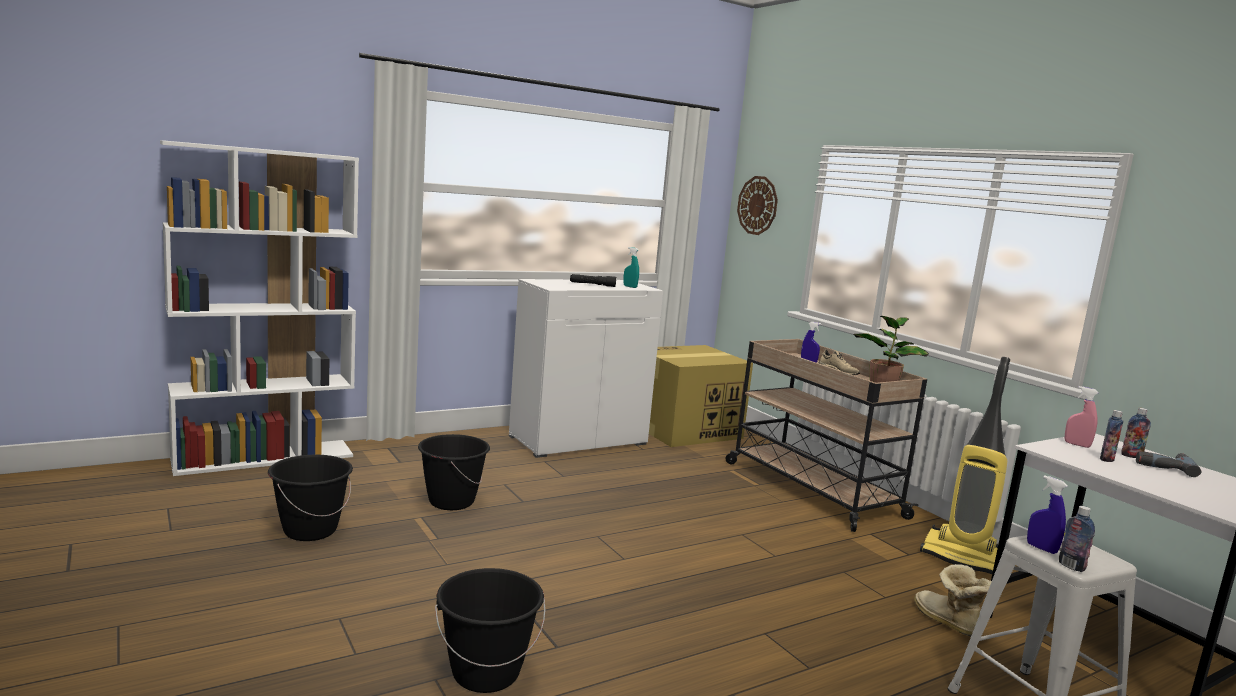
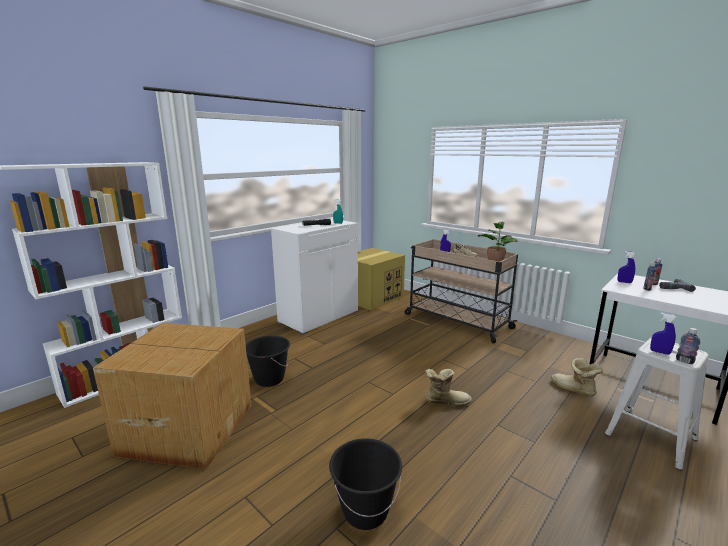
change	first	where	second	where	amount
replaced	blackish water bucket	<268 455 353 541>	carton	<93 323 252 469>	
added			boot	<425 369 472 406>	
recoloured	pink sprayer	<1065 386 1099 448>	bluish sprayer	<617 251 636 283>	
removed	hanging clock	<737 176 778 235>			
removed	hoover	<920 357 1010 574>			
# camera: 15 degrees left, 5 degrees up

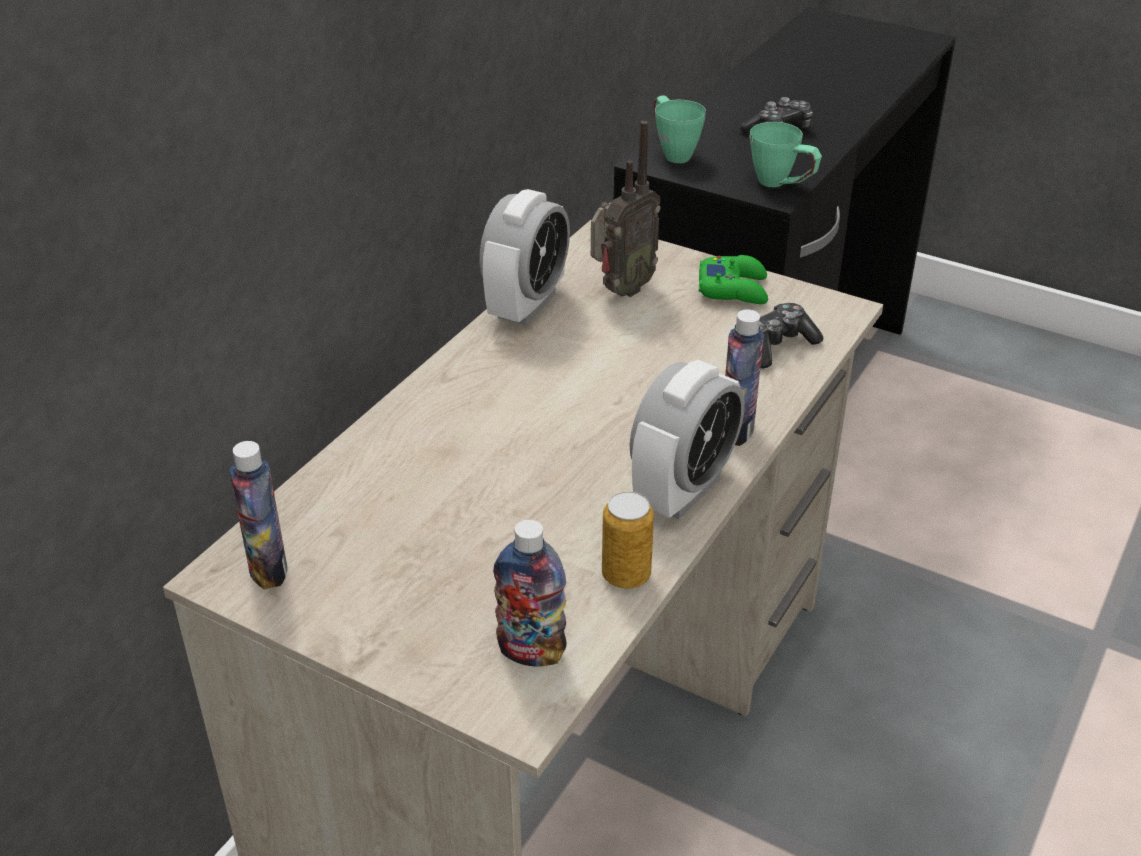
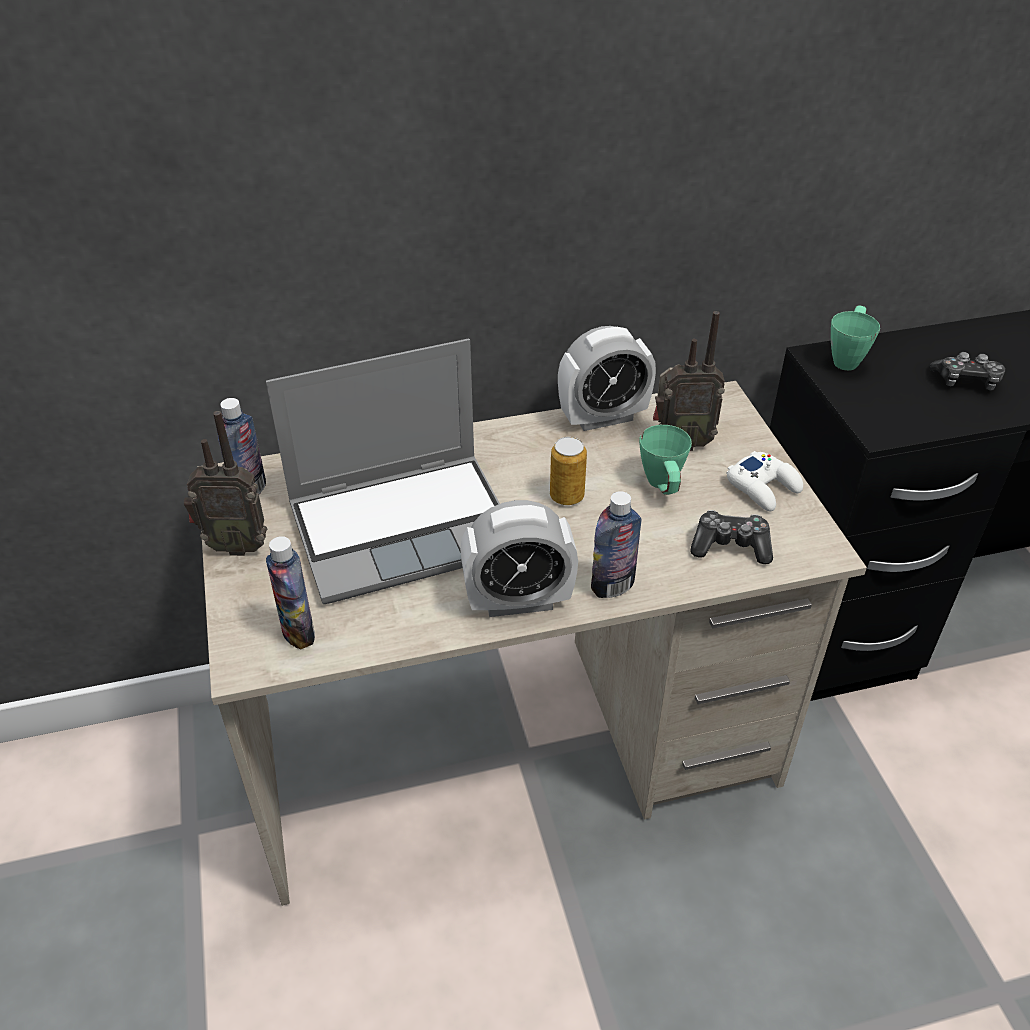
change	first	where	second	where	amount
added			radio set	<184 411 267 556>	
added			laptop	<266 339 500 604>	
moved	metal can	<602 492 654 589>		<550 437 587 505>	
moved	green coffee mug	<750 122 822 187>		<639 425 692 495>	
recoloured	green joypad	<699 255 768 304>	whitish joypad	<727 451 803 511>	
# camera: 45 degrees right, 5 degrees up

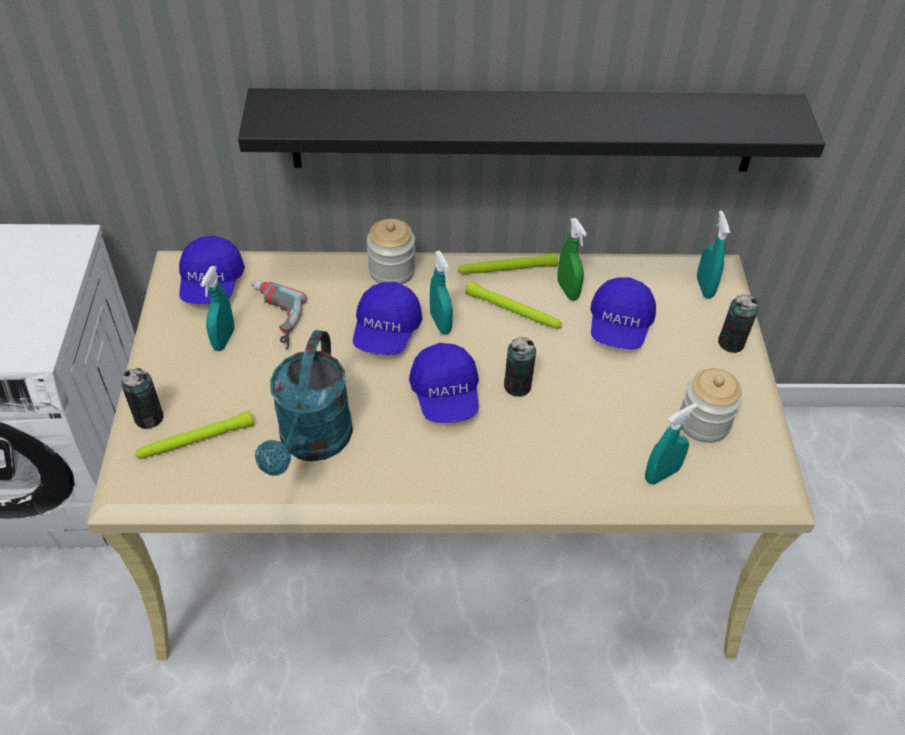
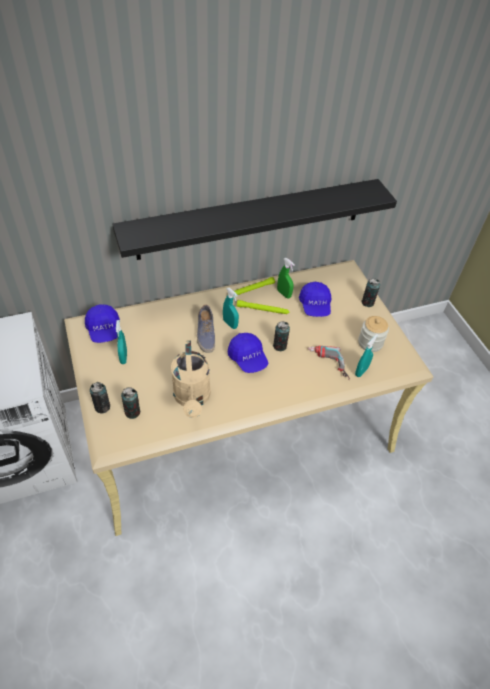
change	first	where	second	where	amount
replaced	green flashlight	<135 411 254 458>	metal can	<121 387 140 419>	
recoloured	blue-green watering pot	<255 330 353 476>	beige-coloured watering pot	<171 340 211 418>	
replaced	bluish peaked cap	<353 282 423 355>	low shoe	<197 305 215 353>	
moved	power drill	<251 281 307 350>		<308 346 350 380>	
removed	jar	<367 219 415 284>			
removed	blue-green sprayer	<697 210 730 298>			
# camera: 20 degrees left, 0 degrees up

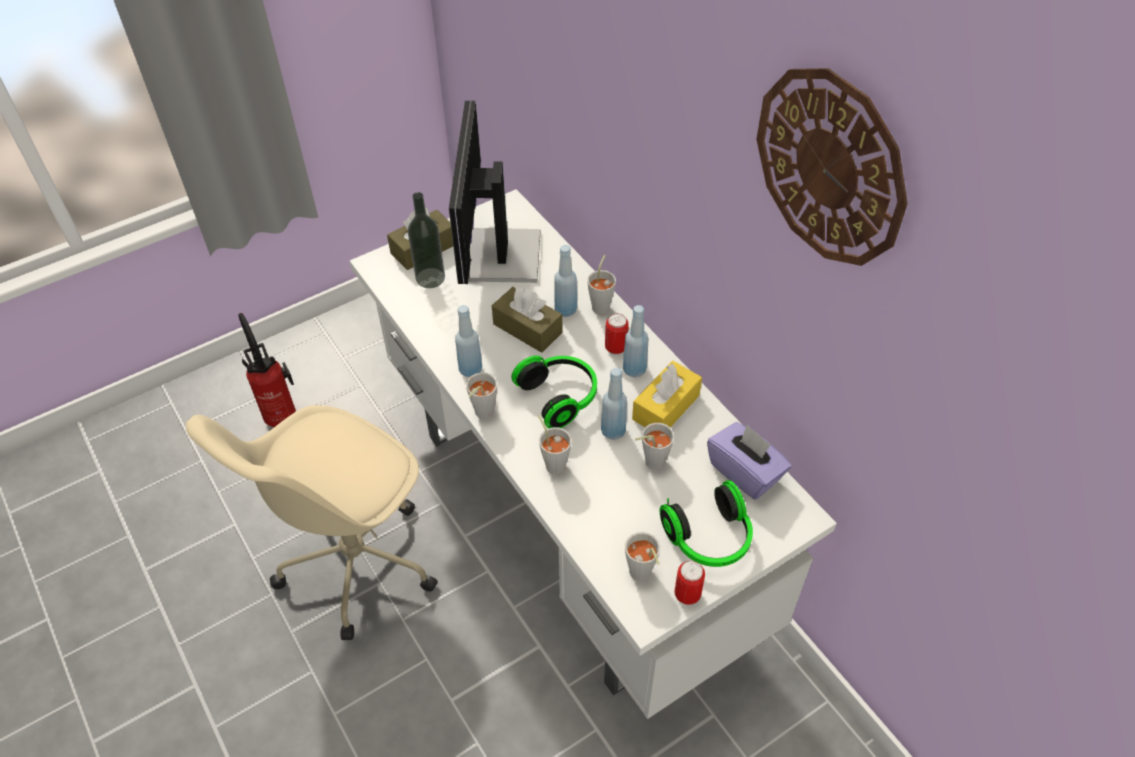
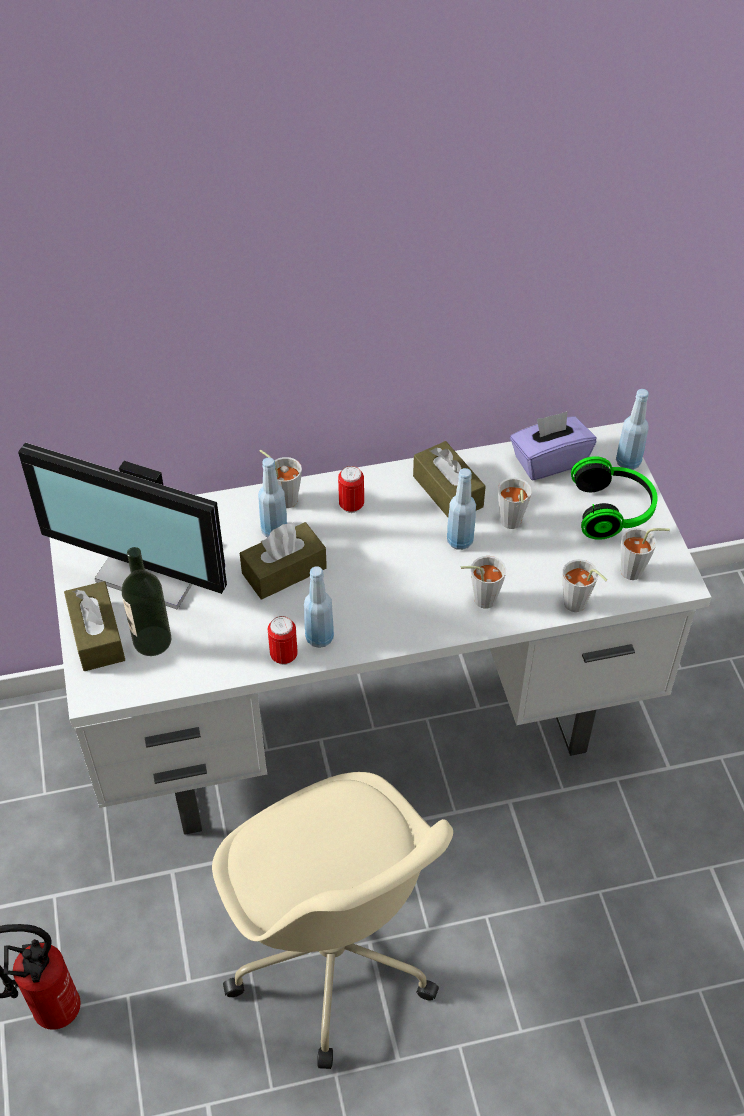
change	first	where	second	where	amount
moved	metal can	<674 561 705 605>		<268 616 298 665>	
recoloured	yellowish tissue holder	<632 361 702 427>	brownish tissue holder	<413 441 486 517>	
moved	greyish small cup	<466 372 497 419>		<563 559 607 612>	
moved	bluish beverage bottle	<623 305 649 377>		<616 389 649 470>	
removed	headphones	<511 356 597 429>			
removed	hanging clock	<756 68 908 266>			
# camera: 70 degrees left, 0 degrees up

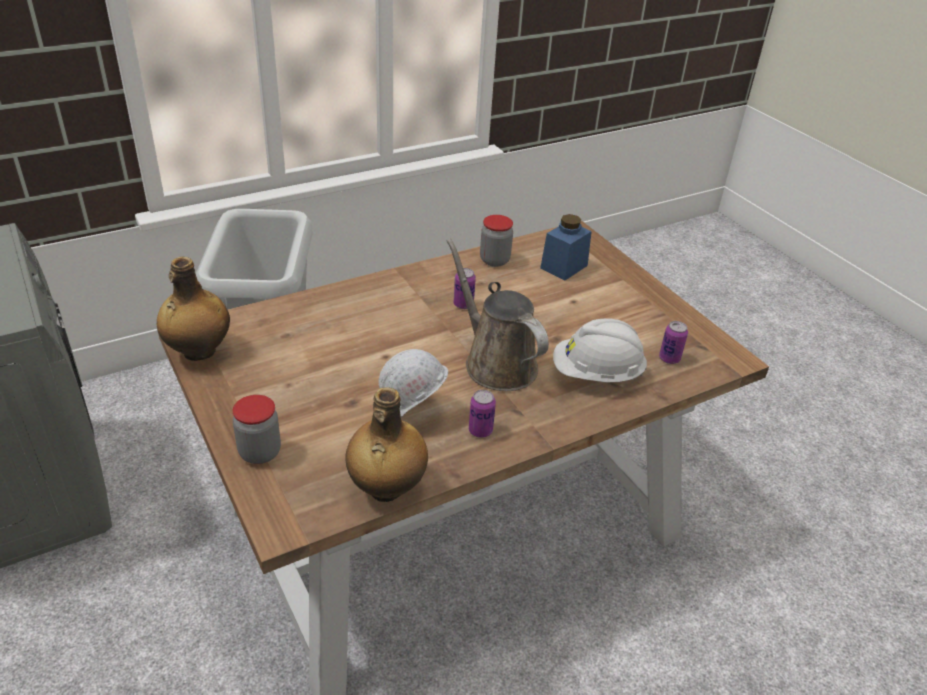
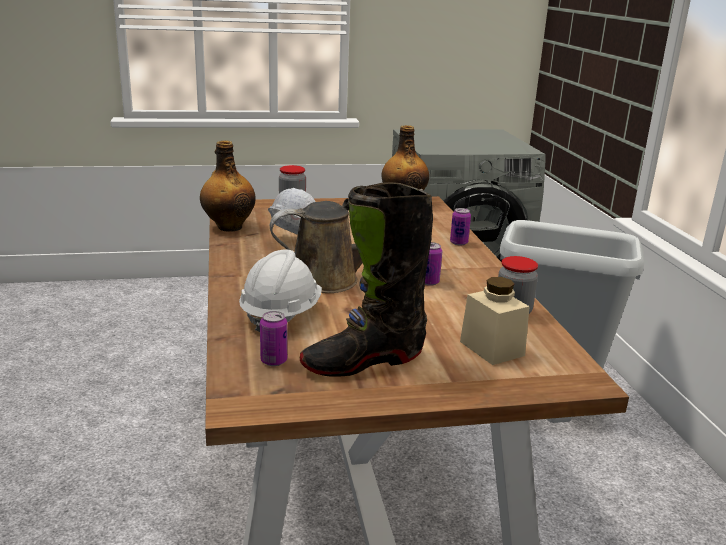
change	first	where	second	where	amount
added			blackish boot	<300 182 433 377>	
moved	metal can	<469 390 496 438>		<450 208 471 246>	
recoloured	bluish jar	<540 214 592 280>	beige-coloured jar	<460 277 530 365>	
# camera: 110 degrees right, 15 degrees down

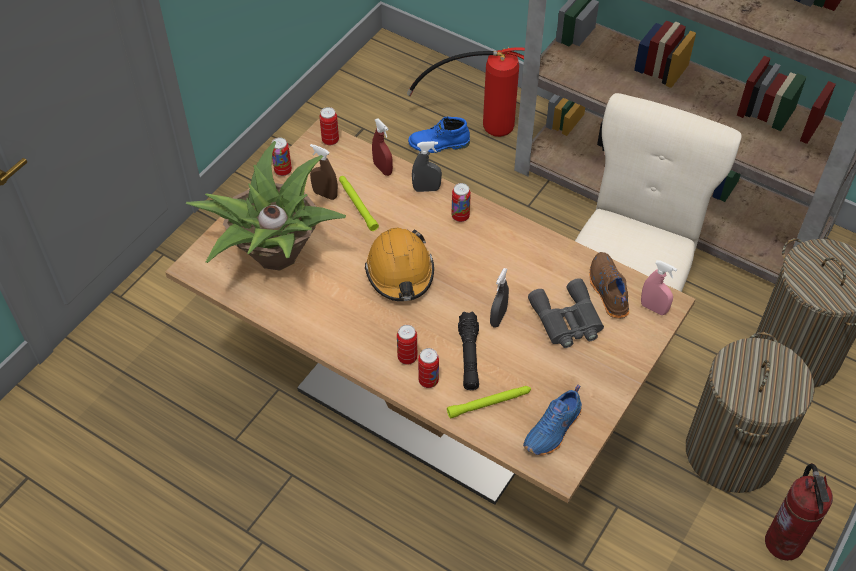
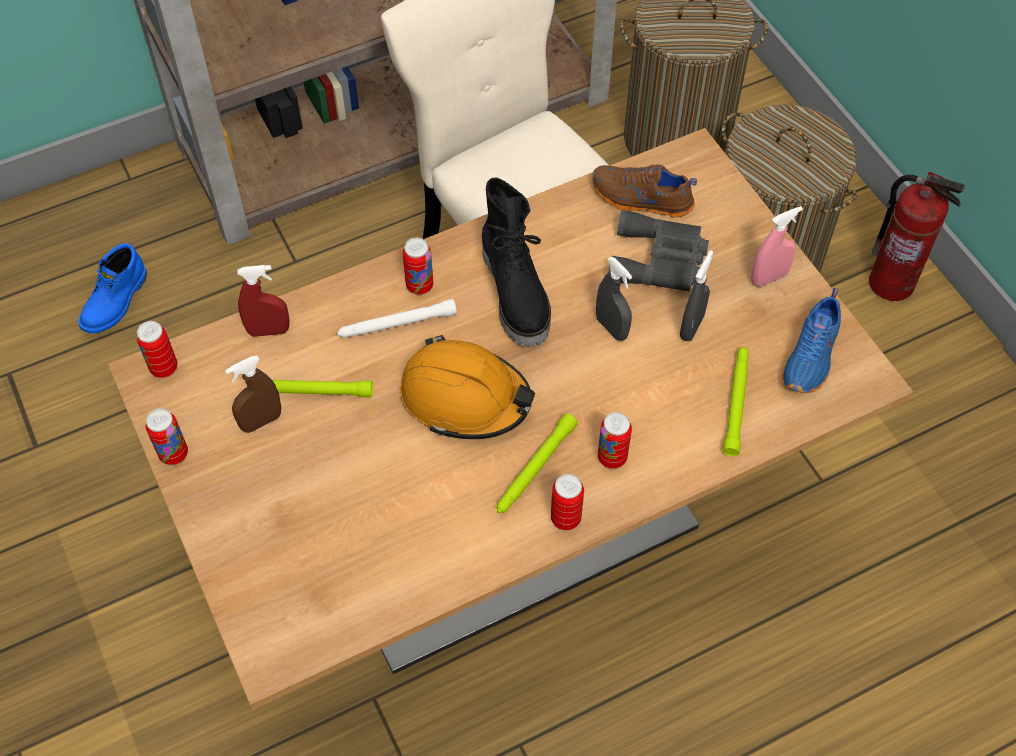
change	first	where	second	where	amount
added			whitish flashlight	<337 299 457 338>	
added			blackish boot	<482 178 551 347>	
added			green flashlight	<497 414 578 513>	
moved	metal can	<418 348 439 388>		<551 474 584 530>	
moved	greyish sprayer	<412 141 442 192>		<680 251 714 341>	
moved	pink sprayer	<641 260 677 315>		<751 206 803 287>	
turned	bluish low shoe	<523 385 582 456>		<782 288 841 393>	45 degrees clockwise
removed	plant in a pot	<186 141 346 271>			
removed	fire-fighting cylinder	<407 47 525 137>			
removed	blackish flashlight	<458 312 479 390>			
# camera: 60 degrees left, 5 degrees up

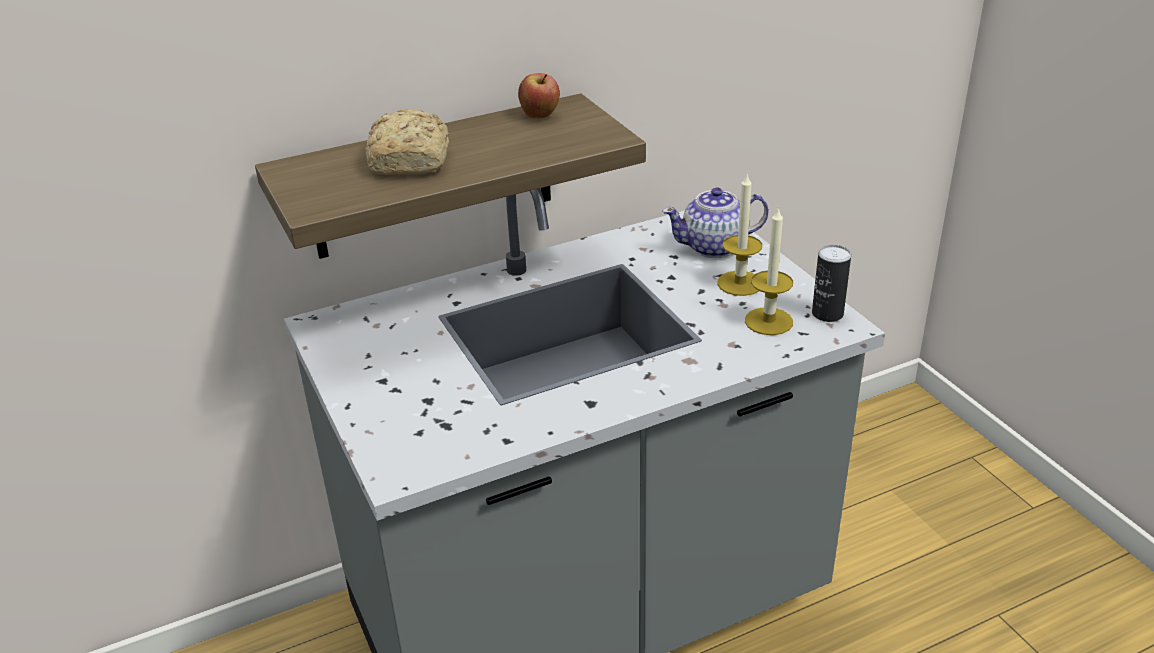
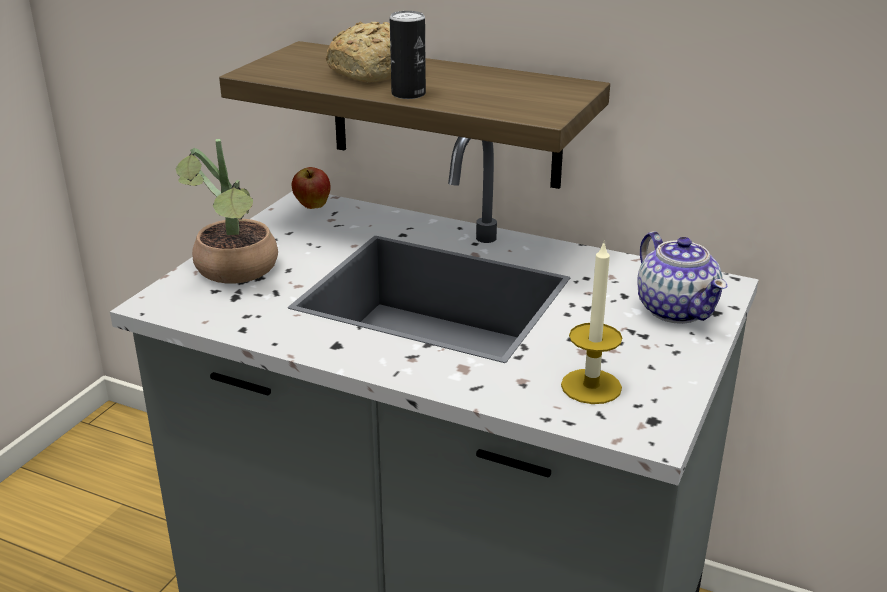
change	first	where	second	where	amount
added			plant in a pot	<176 139 278 284>	
moved	whole apple	<518 73 560 119>		<292 167 331 209>	
moved	metal can	<812 245 851 322>		<390 11 426 99>	
turned	tea pot	<662 187 769 258>		<637 231 727 324>	150 degrees counterclockwise
removed	wax light	<717 172 762 296>			
# camera: 50 degrees right, 5 degrees down

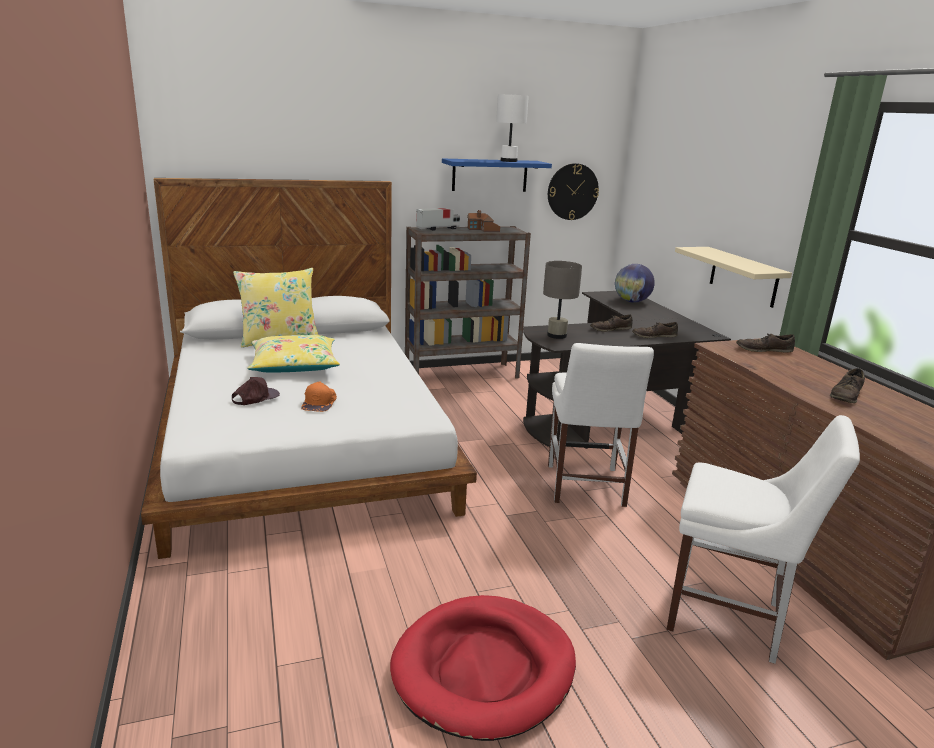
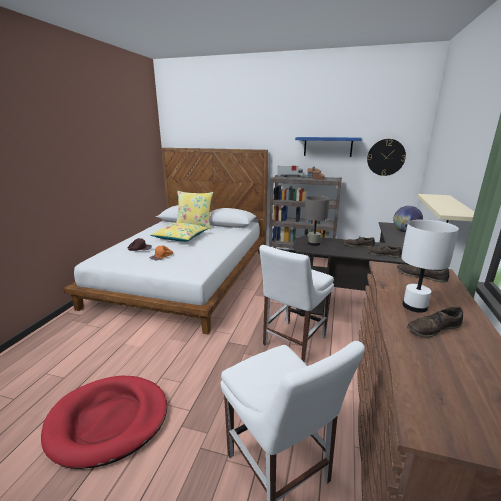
change	first	where	second	where	amount
moved	whitish lamp for a table	<496 94 529 162>		<401 219 459 313>	
# camera: 35 degrees right, 0 degrees up

